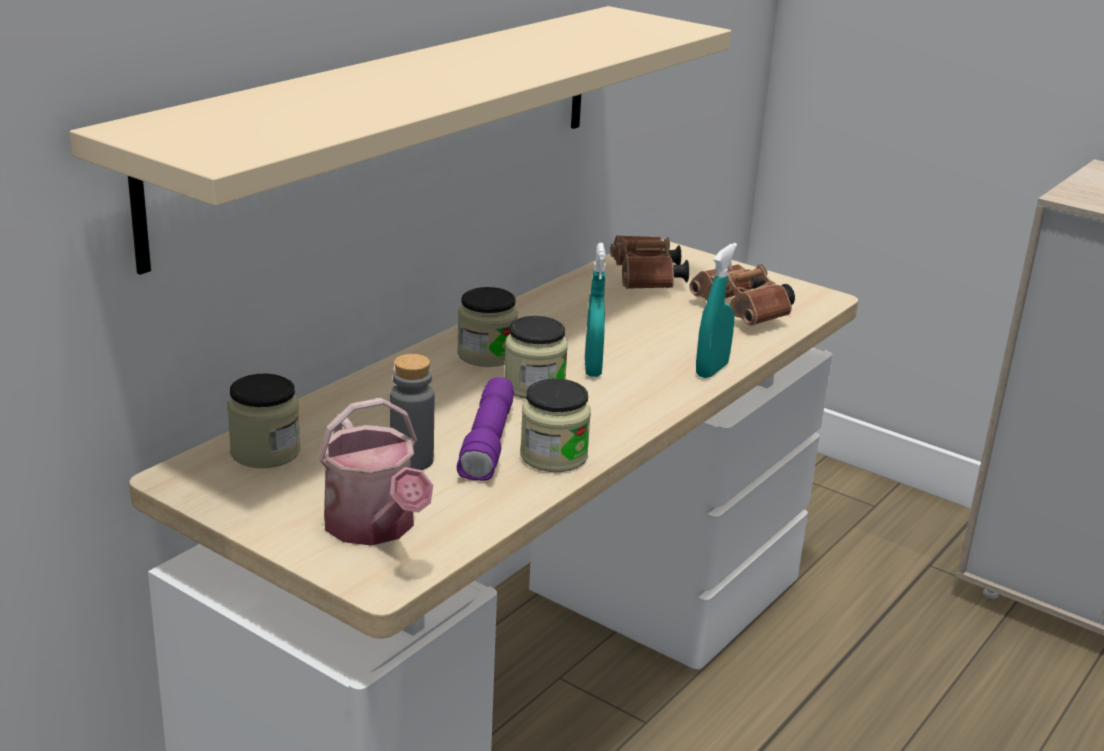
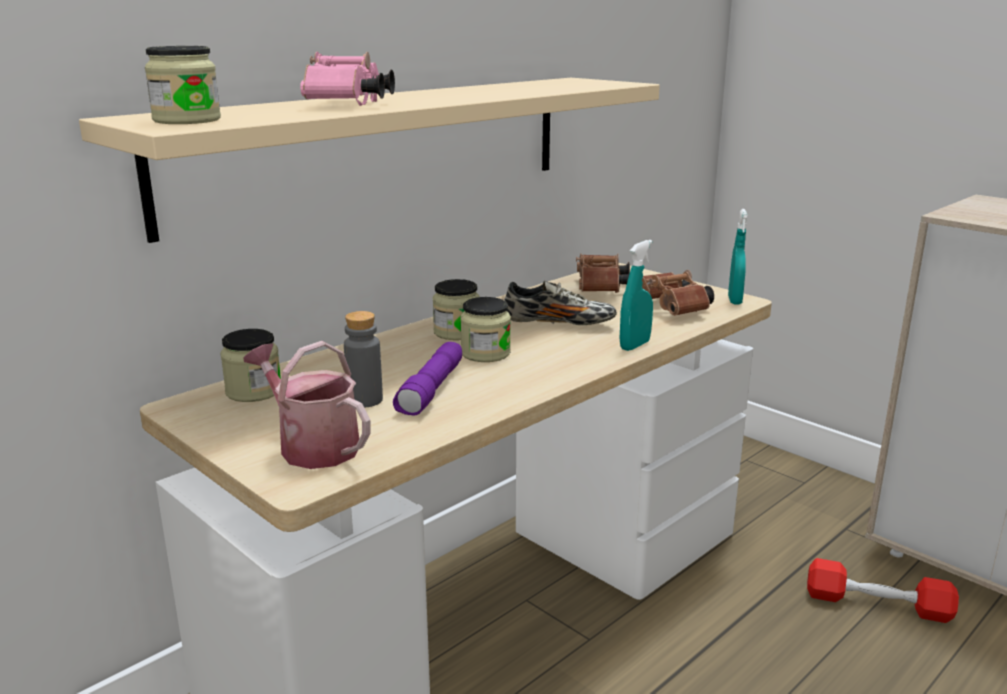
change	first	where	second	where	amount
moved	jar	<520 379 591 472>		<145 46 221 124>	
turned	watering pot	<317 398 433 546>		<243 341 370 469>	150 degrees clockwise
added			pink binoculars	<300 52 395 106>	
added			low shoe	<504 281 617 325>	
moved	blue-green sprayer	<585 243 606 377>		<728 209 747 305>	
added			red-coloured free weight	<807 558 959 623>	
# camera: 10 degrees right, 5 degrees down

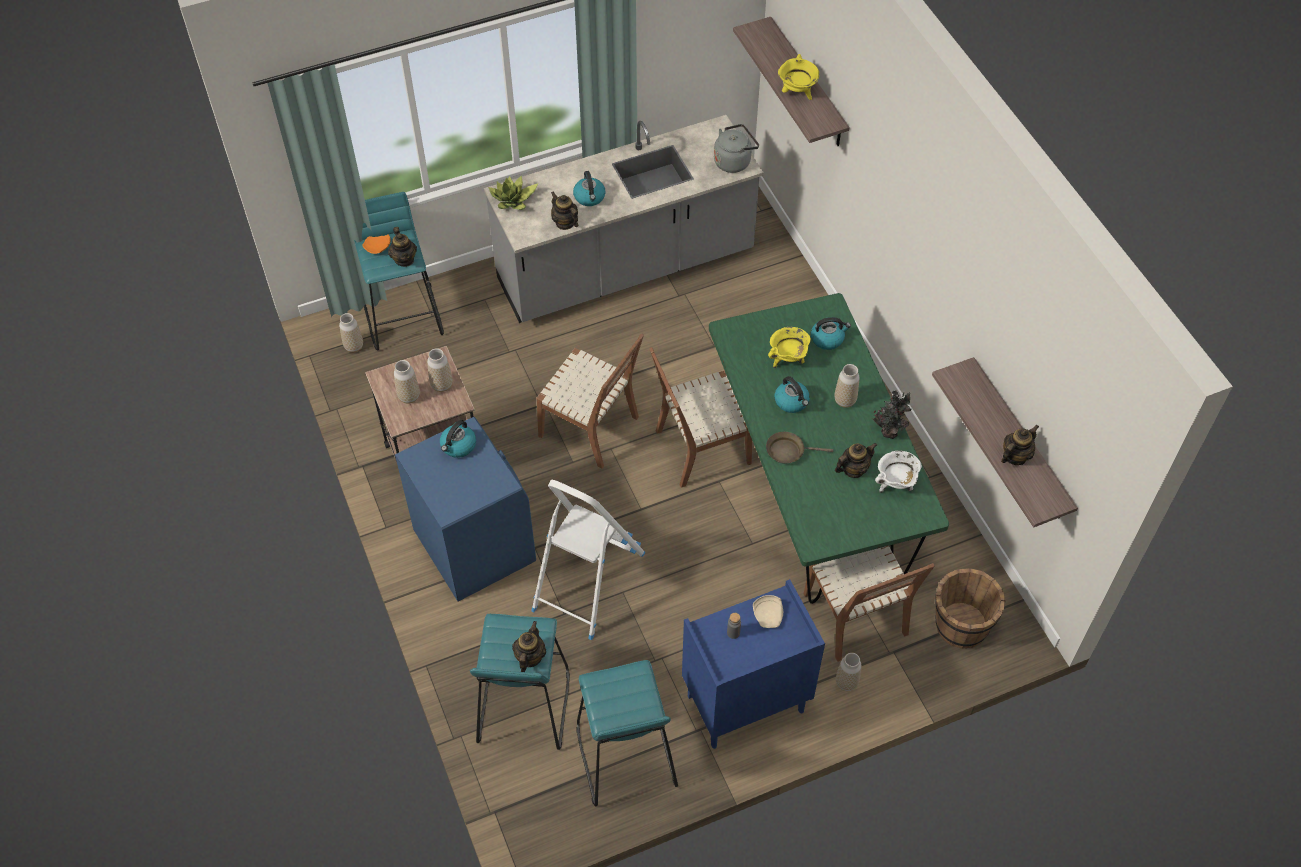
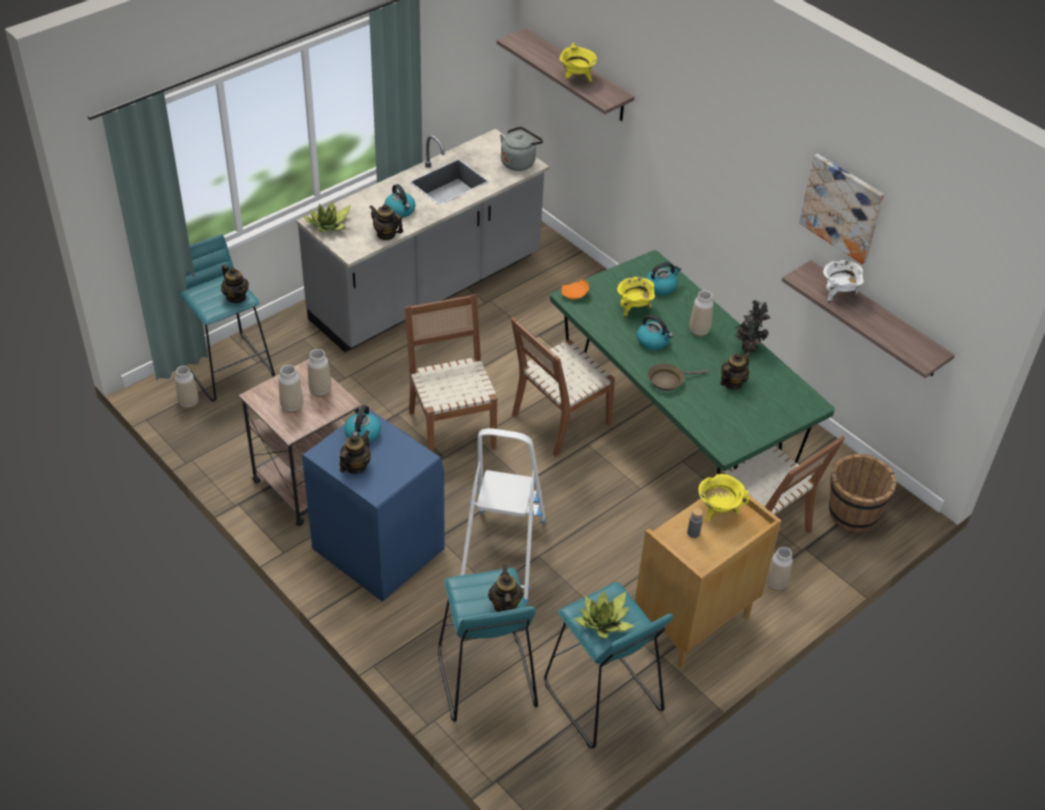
change	first	where	second	where	amount
moved	tea pot	<1001 425 1039 465>		<340 430 371 474>	
turned	plain chair	<536 333 644 469>		<404 294 498 452>	120 degrees counterclockwise
moved	orange flat dish	<362 234 390 254>		<561 279 589 300>	
added			plant in a pot	<574 590 634 639>	
recoloured	bluish cabinet	<682 579 825 749>	brownish cabinet	<635 494 782 670>	
replaced	beige-coloured flat dish	<753 595 783 628>	yellowish saucepot	<698 474 749 522>	
added			wall picture	<799 154 884 264>	
moved	whitish saucepot	<875 450 922 493>		<823 260 864 303>	
# camera: 20 degrees left, 10 degrees down

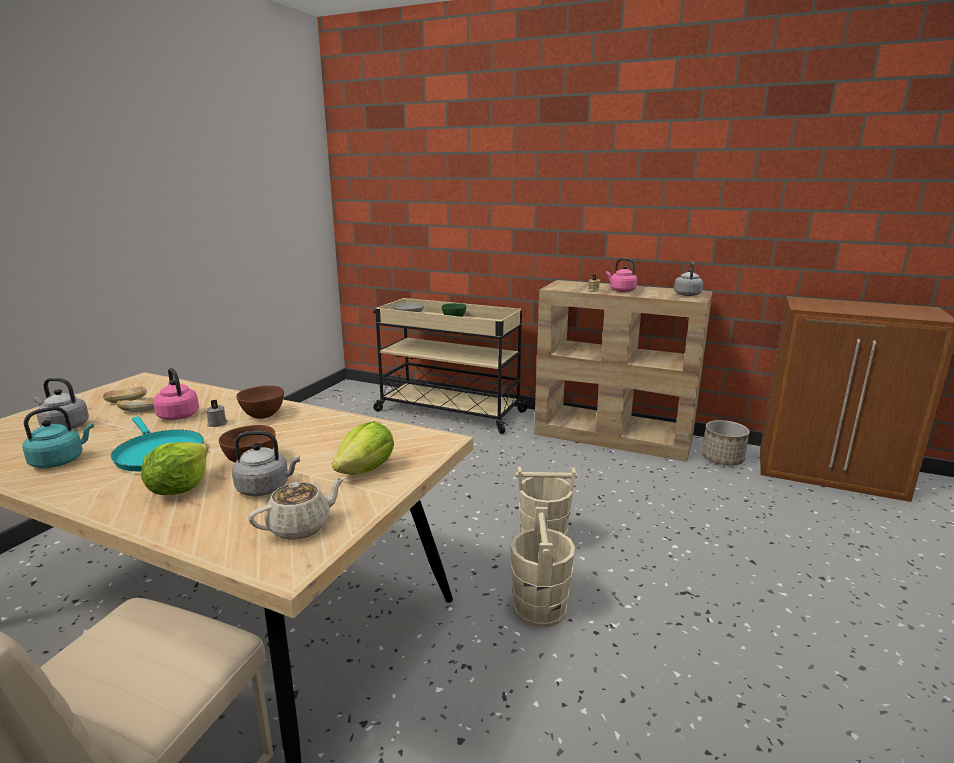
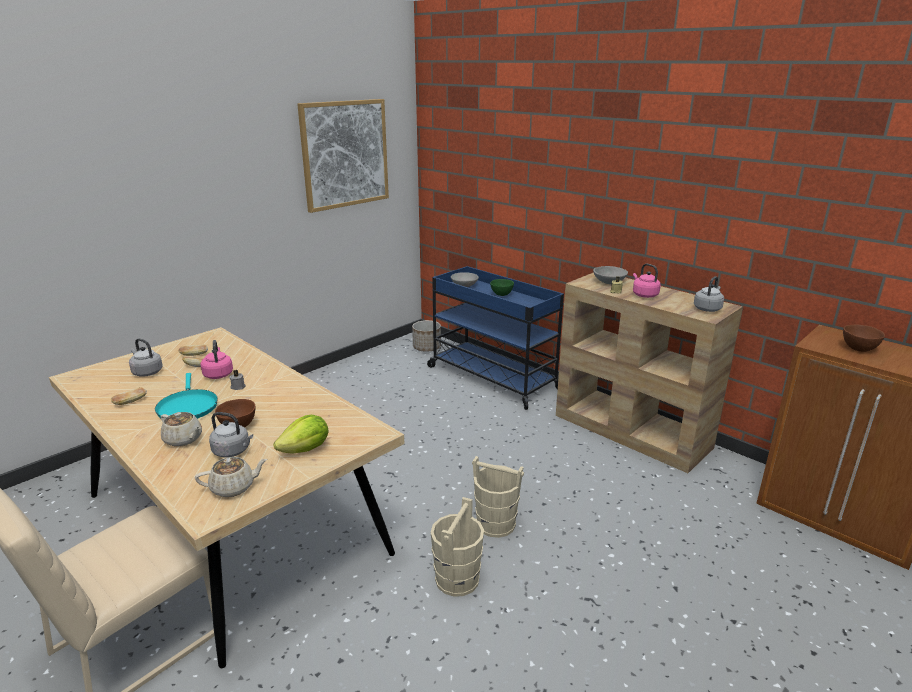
change	first	where	second	where	amount
replaced	blue-green tea kettle	<22 407 94 468>	bread	<111 387 147 405>	
replaced	head of lettuce	<141 442 208 495>	beige-coloured tea pot	<161 412 202 447>	
added			wall picture	<297 99 389 213>	
moved	flower pot	<702 420 750 466>		<412 320 441 352>	
recoloured	beige-coloured wheeled cart	<373 298 529 434>	bluish wheeled cart	<427 266 564 410>	
added			greyish deep dish	<593 266 628 284>	
moved	brownish deep dish	<236 386 284 419>		<843 324 885 352>	
# camera: 20 degrees right, 5 degrees up

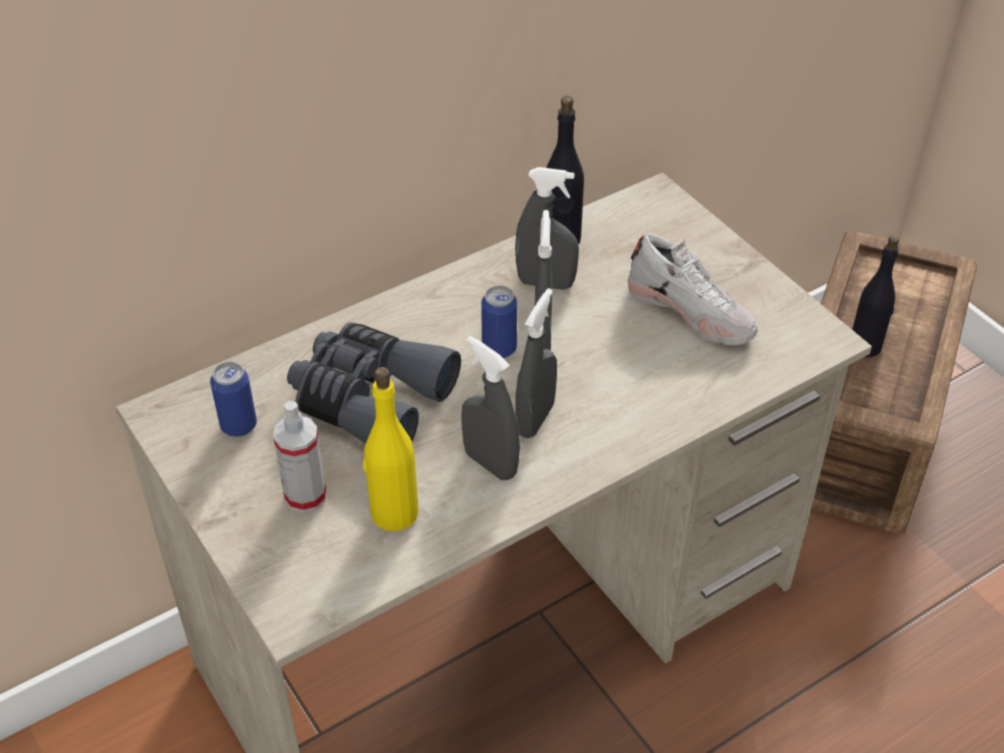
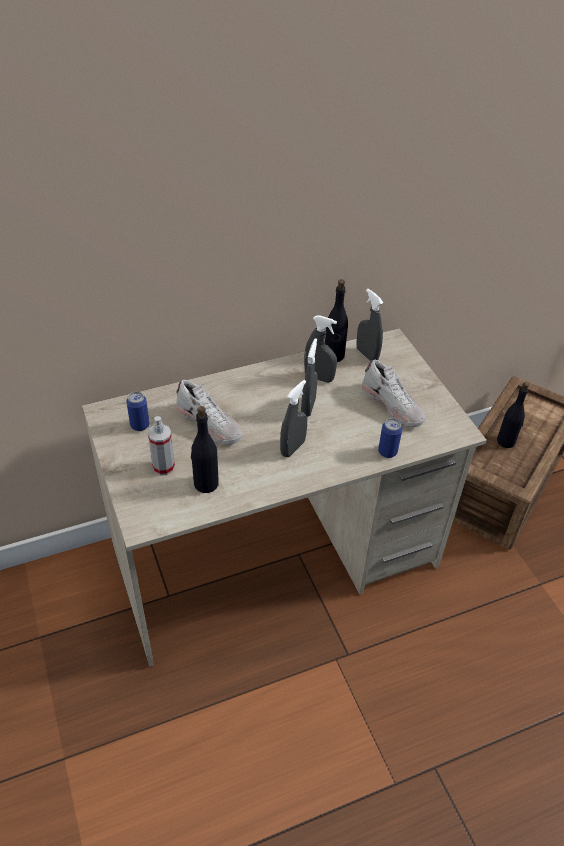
change	first	where	second	where	amount
replaced	greyish binoculars	<287 322 461 444>	whitish low shoe	<176 380 242 445>	
recoloured	yellowish beverage bottle	<364 367 418 531>	blackish beverage bottle	<191 406 219 493>	
moved	greyish sprayer	<461 336 520 480>		<356 289 383 361>	
moved	metal can	<481 285 517 358>		<378 418 402 458>	
# camera: 10 degrees right, 0 degrees up

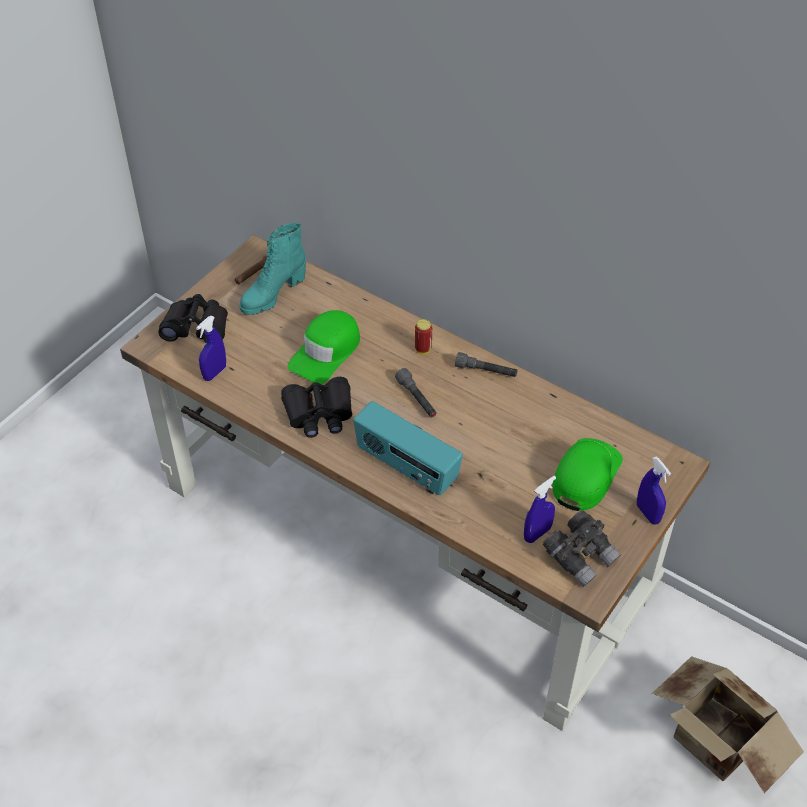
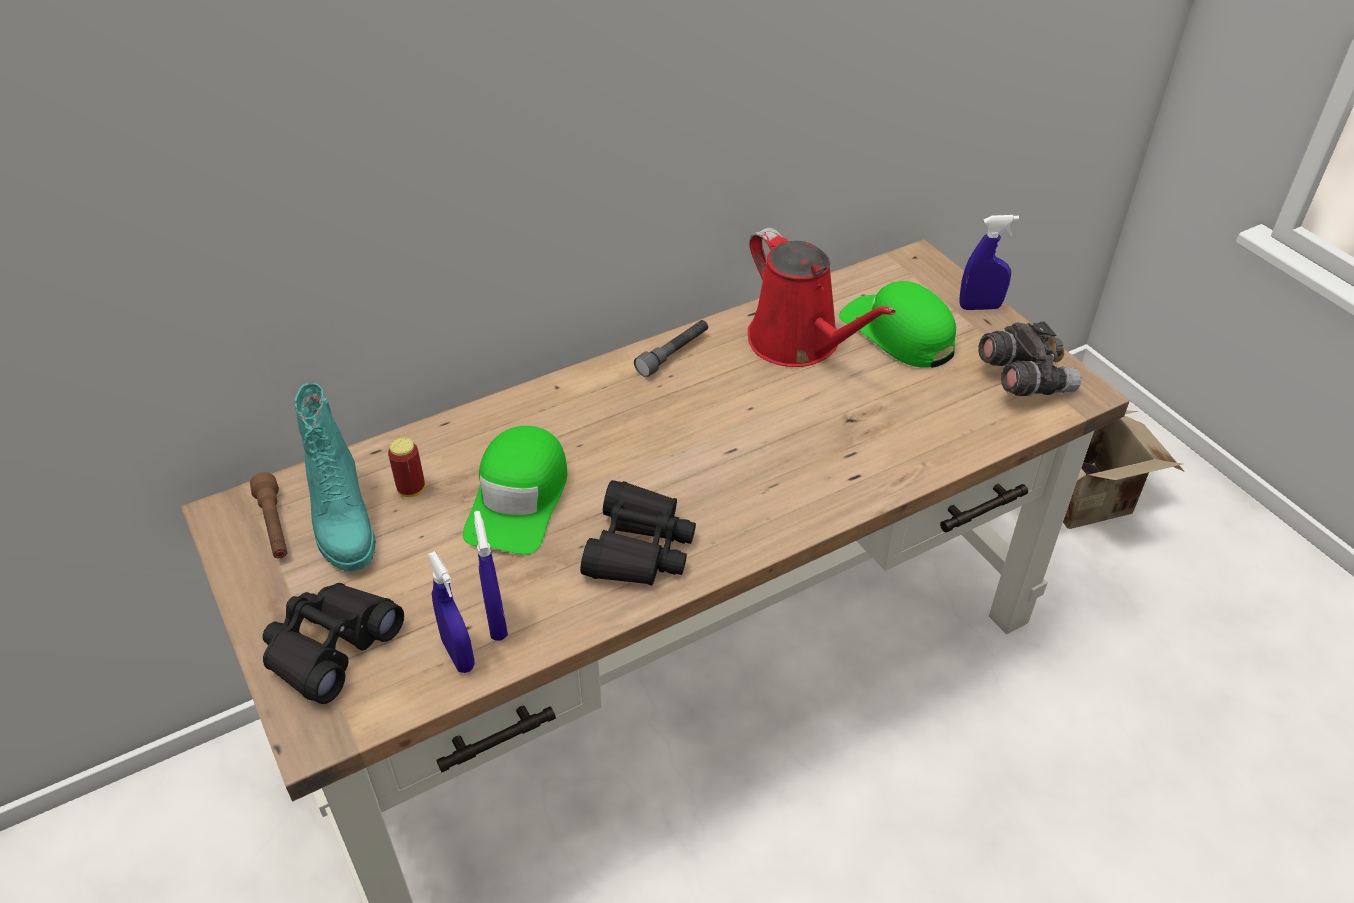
change	first	where	second	where	amount
moved	metal can	<415 319 432 354>		<388 437 425 497>	
turned	green peaked cap	<288 310 360 384>		<463 426 567 554>	45 degrees clockwise
moved	bluish sprayer	<524 476 556 543>		<474 511 508 641>	
added			red-coloured watering pot	<748 228 896 367>	
removed	radio set	<353 401 463 495>			
removed	greyish flashlight	<395 368 437 417>			
# camera: 65 degrees left, 5 degrees down

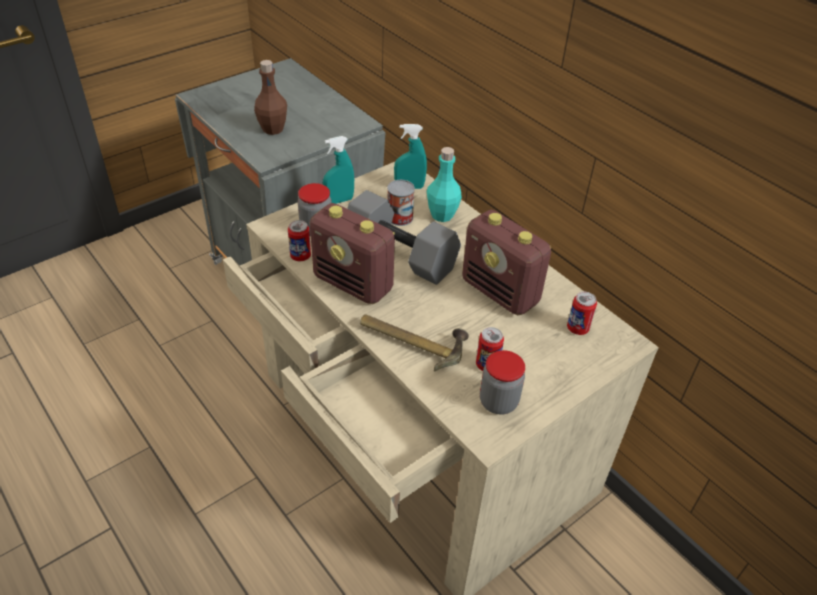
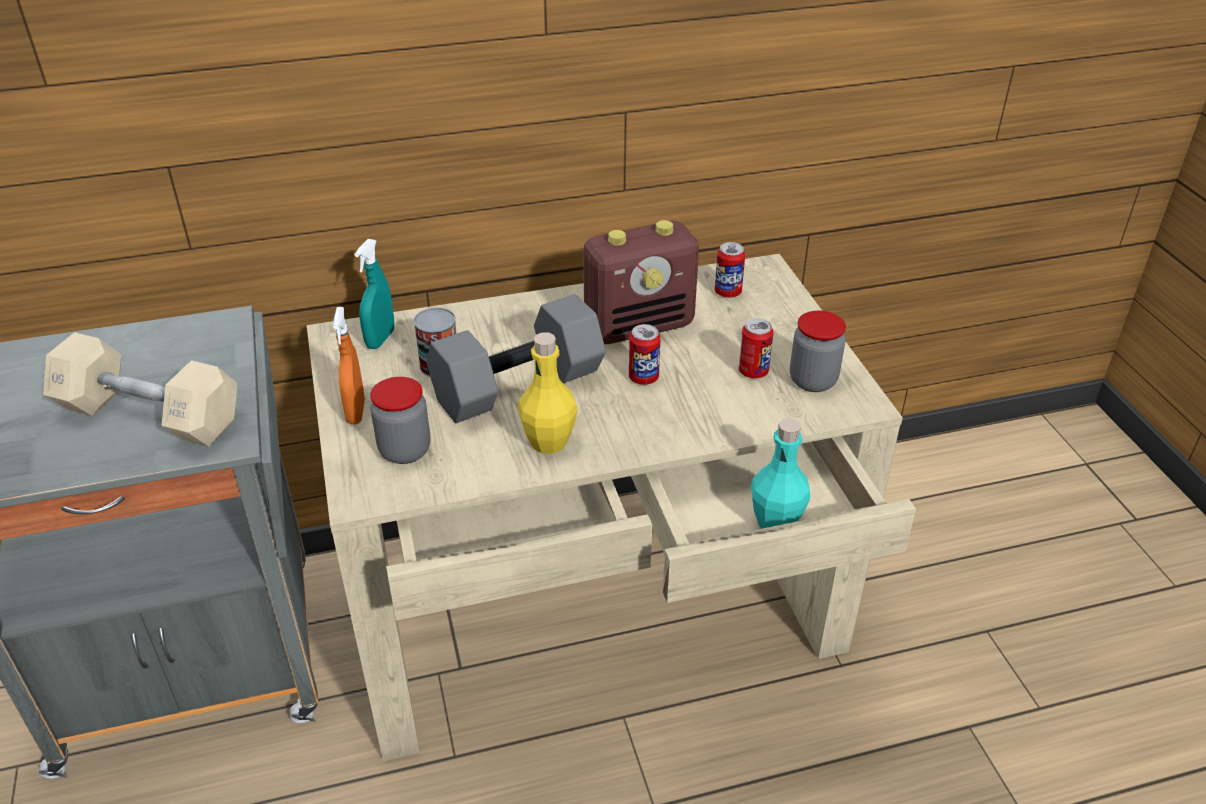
change	first	where	second	where	amount
replaced	brownish beverage bottle	<254 60 287 135>	beige-coloured free weight	<43 332 237 447>	
recoloured	blue-green sprayer	<323 136 354 204>	orange sprayer	<333 307 365 424>	
replaced	radio set	<310 203 395 304>	yellowish beverage bottle	<518 332 578 454>	
moved	metal can	<288 220 311 261>		<629 324 661 385>	
moved	blue-green beverage bottle	<427 147 462 222>		<751 418 810 529>	
removed	hand hammer	<360 314 469 372>			
# camera: 65 degrees left, 5 degrees down

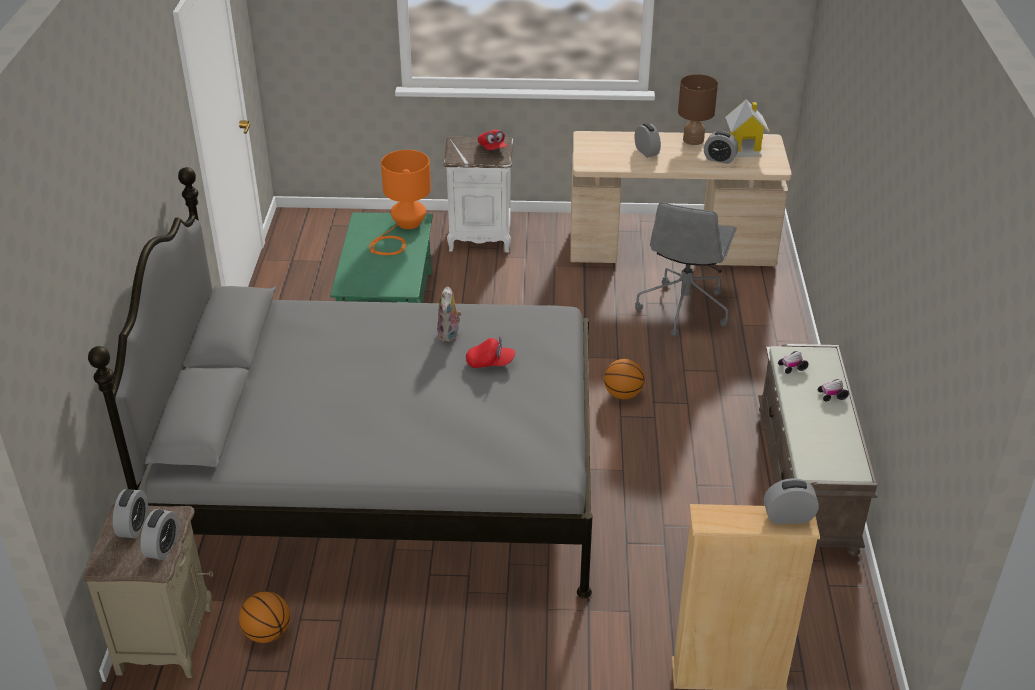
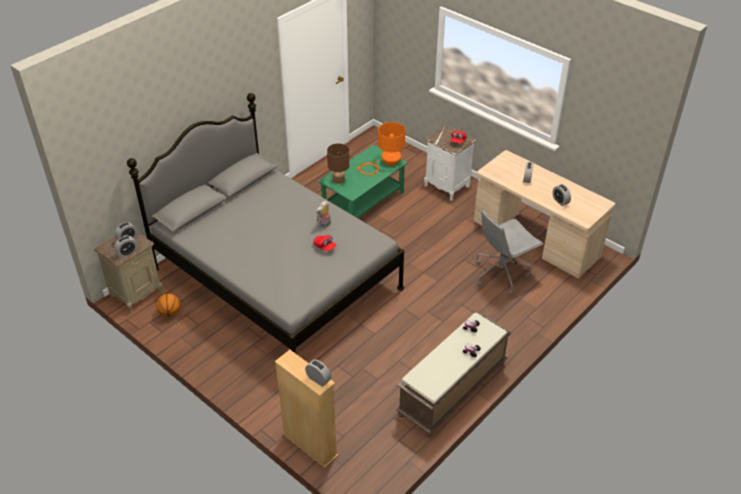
change	first	where	second	where	amount
moved	brownish lamp for a table	<678 74 718 145>		<327 143 349 184>	
removed	basketball	<604 359 645 399>			
removed	miniature house	<725 100 770 157>			
# camera: 40 degrees right, 5 degrees up

